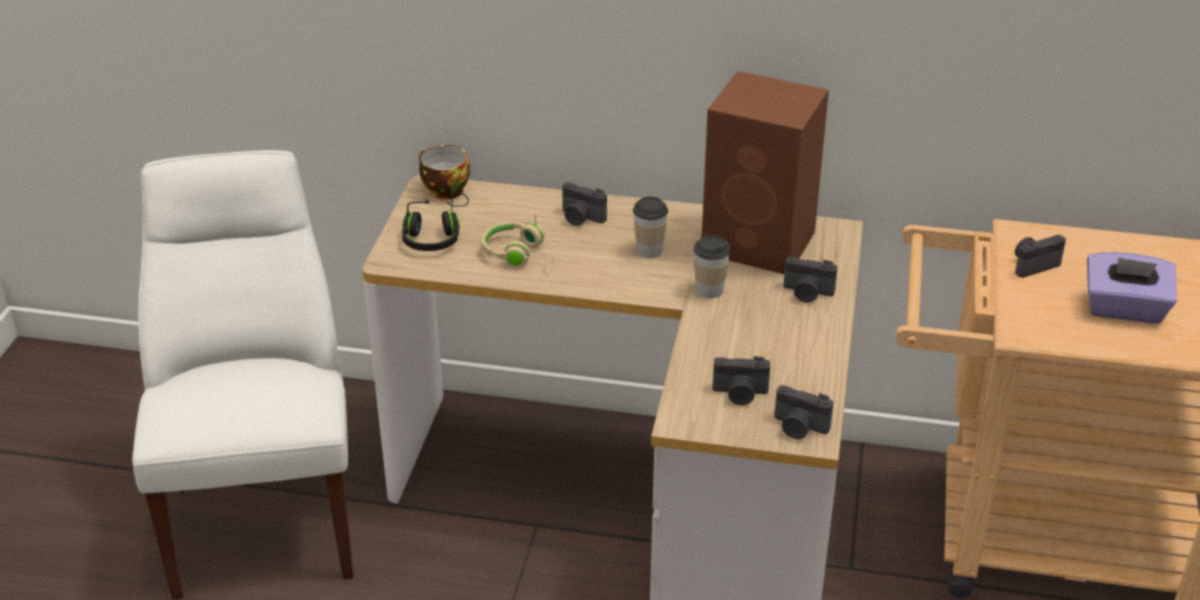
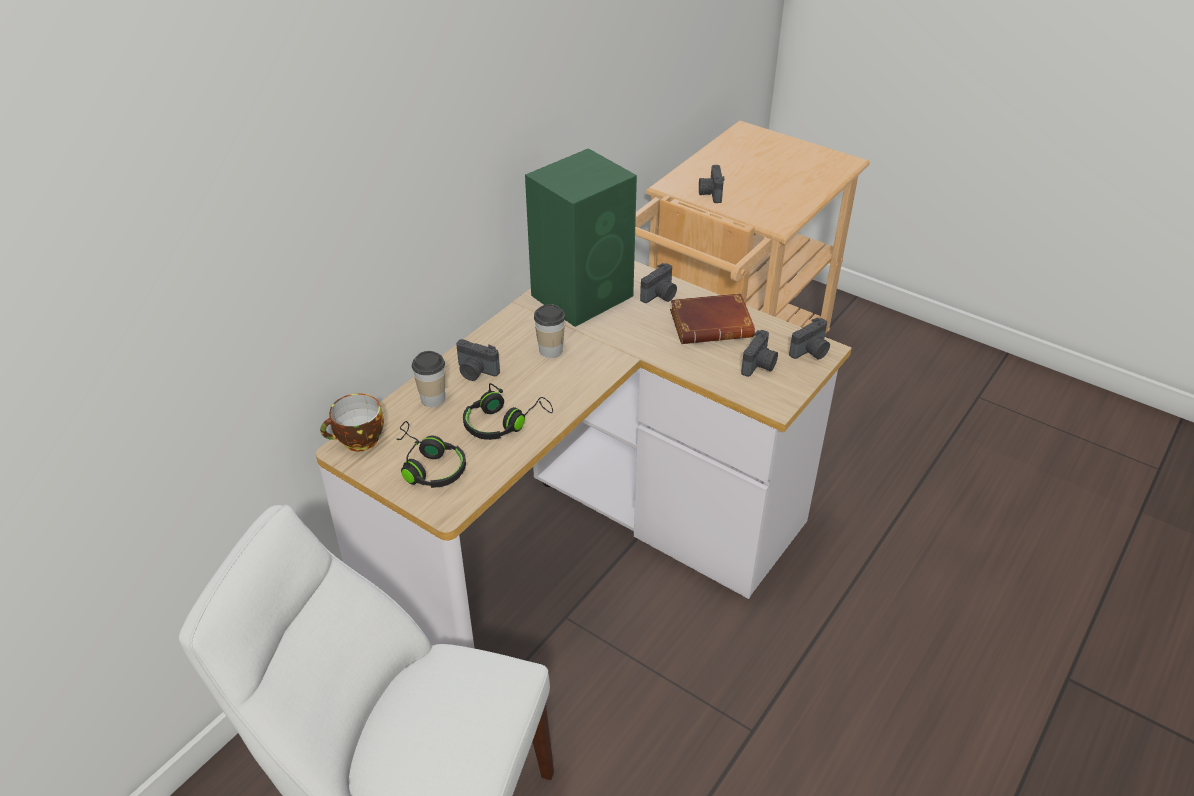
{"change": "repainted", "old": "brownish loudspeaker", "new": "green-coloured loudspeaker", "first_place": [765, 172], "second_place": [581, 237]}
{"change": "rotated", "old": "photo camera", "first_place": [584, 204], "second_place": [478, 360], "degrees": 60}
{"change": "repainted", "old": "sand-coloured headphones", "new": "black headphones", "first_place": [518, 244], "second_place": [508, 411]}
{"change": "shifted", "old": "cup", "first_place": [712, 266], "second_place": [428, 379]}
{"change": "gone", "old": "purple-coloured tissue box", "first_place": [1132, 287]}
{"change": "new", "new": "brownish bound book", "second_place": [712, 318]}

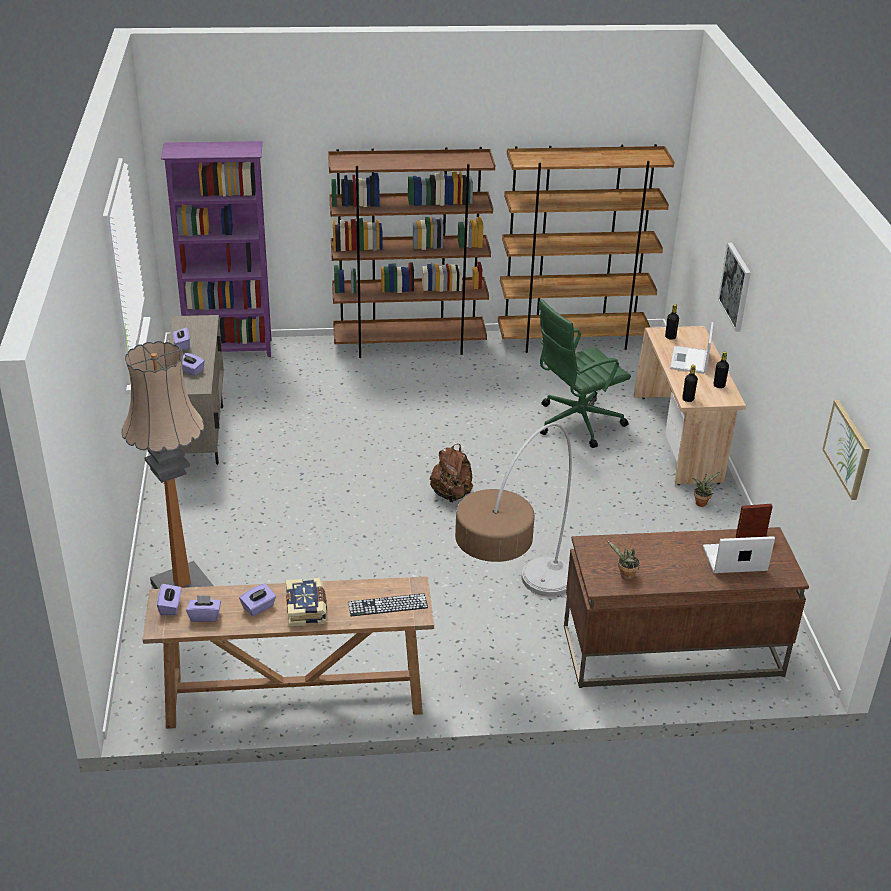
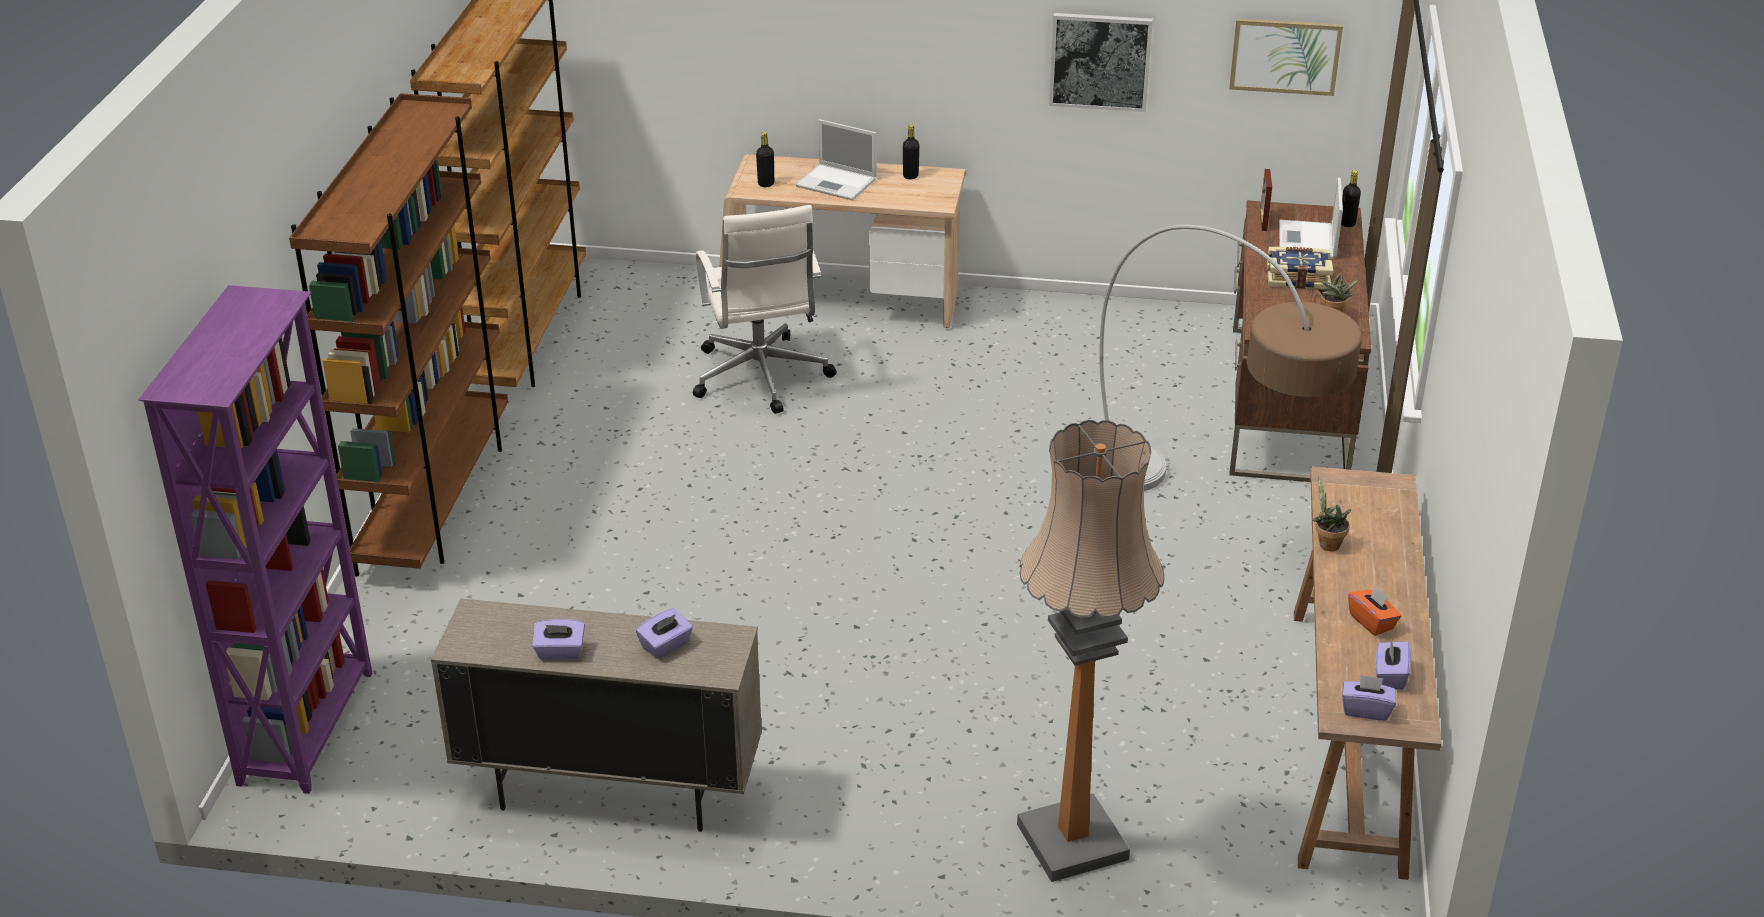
{"change": "shifted", "old": "picture", "first_place": [734, 287], "second_place": [1101, 62]}
{"change": "repainted", "old": "green-coloured office chair", "new": "white-coloured office chair", "first_place": [584, 373], "second_place": [765, 309]}
{"change": "shifted", "old": "black bottle", "first_place": [690, 383], "second_place": [1351, 198]}
{"change": "gone", "old": "brownish rucksack", "first_place": [451, 473]}
{"change": "shifted", "old": "plant in a pot", "first_place": [706, 489], "second_place": [1331, 513]}
{"change": "shifted", "old": "bound book", "first_place": [306, 602], "second_place": [1299, 268]}
{"change": "repainted", "old": "purple-coloured tissue box", "new": "orange-coloured tissue box", "first_place": [257, 600], "second_place": [1374, 610]}
{"change": "gone", "old": "PC keyboard", "first_place": [388, 604]}

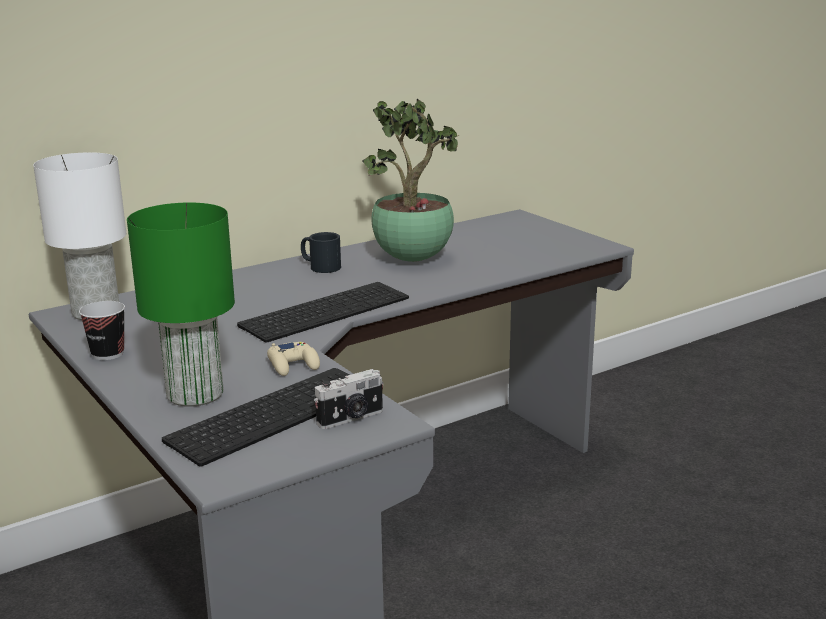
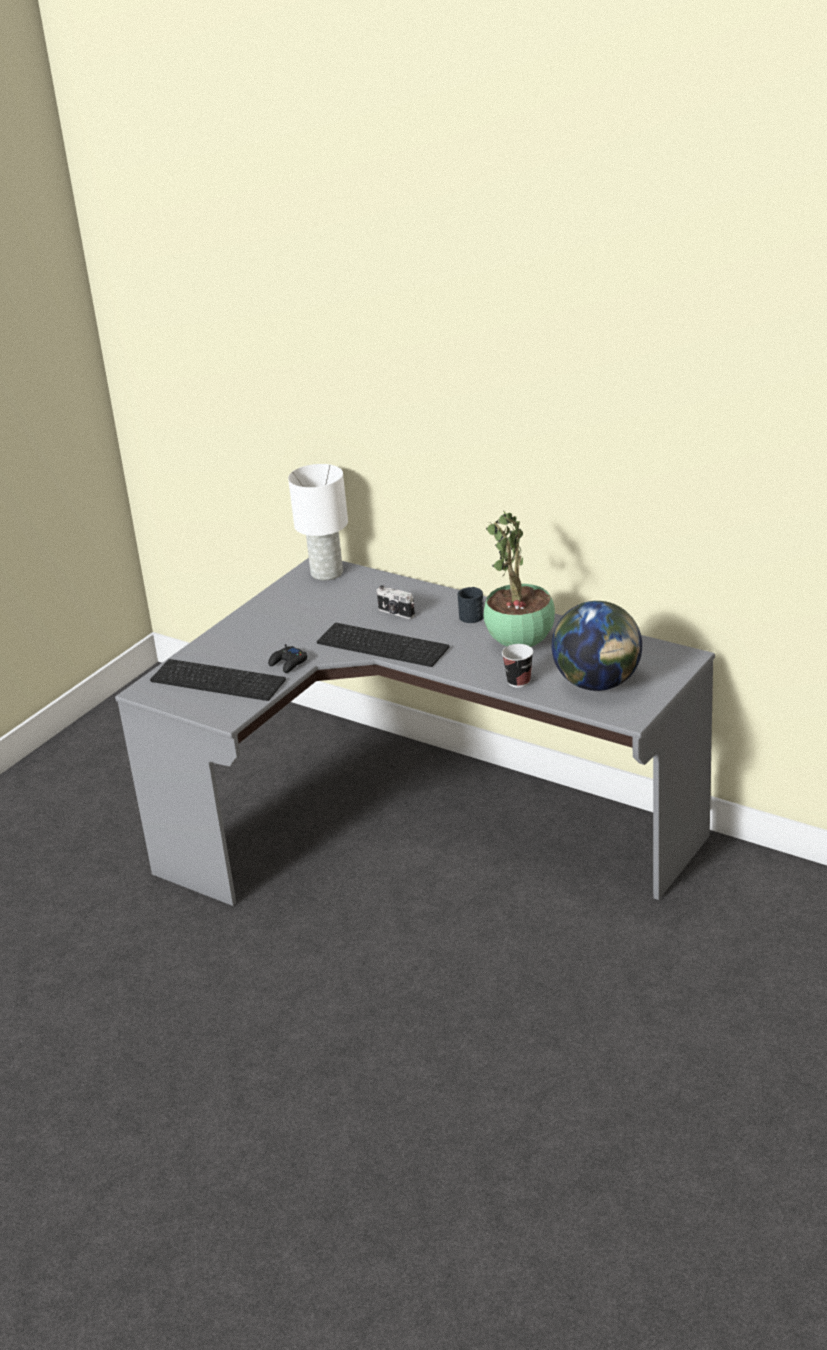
{"change": "gone", "old": "green-coloured table lamp", "first_place": [181, 304]}
{"change": "shifted", "old": "cup", "first_place": [102, 330], "second_place": [517, 666]}
{"change": "repainted", "old": "sand-coloured game controller", "new": "black game controller", "first_place": [293, 359], "second_place": [287, 658]}
{"change": "shifted", "old": "photo camera", "first_place": [348, 399], "second_place": [396, 602]}
{"change": "new", "new": "desk globe", "second_place": [597, 646]}

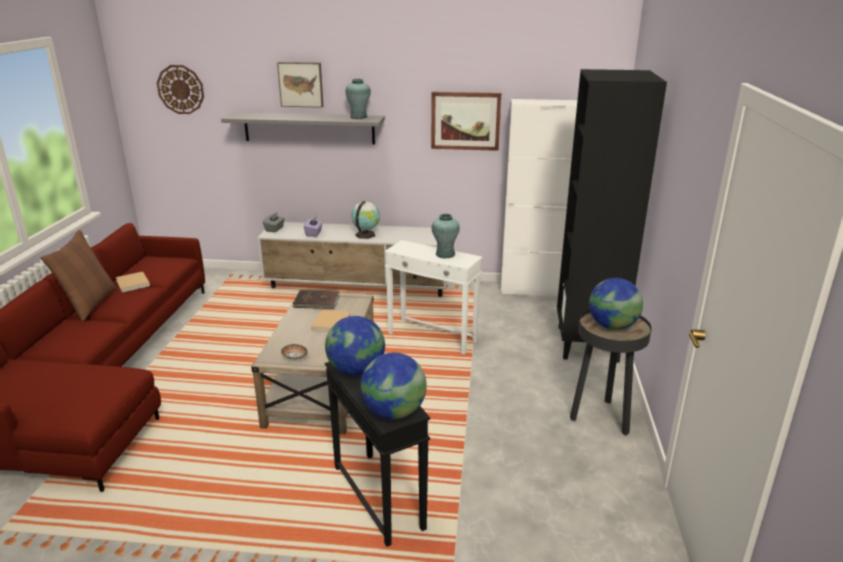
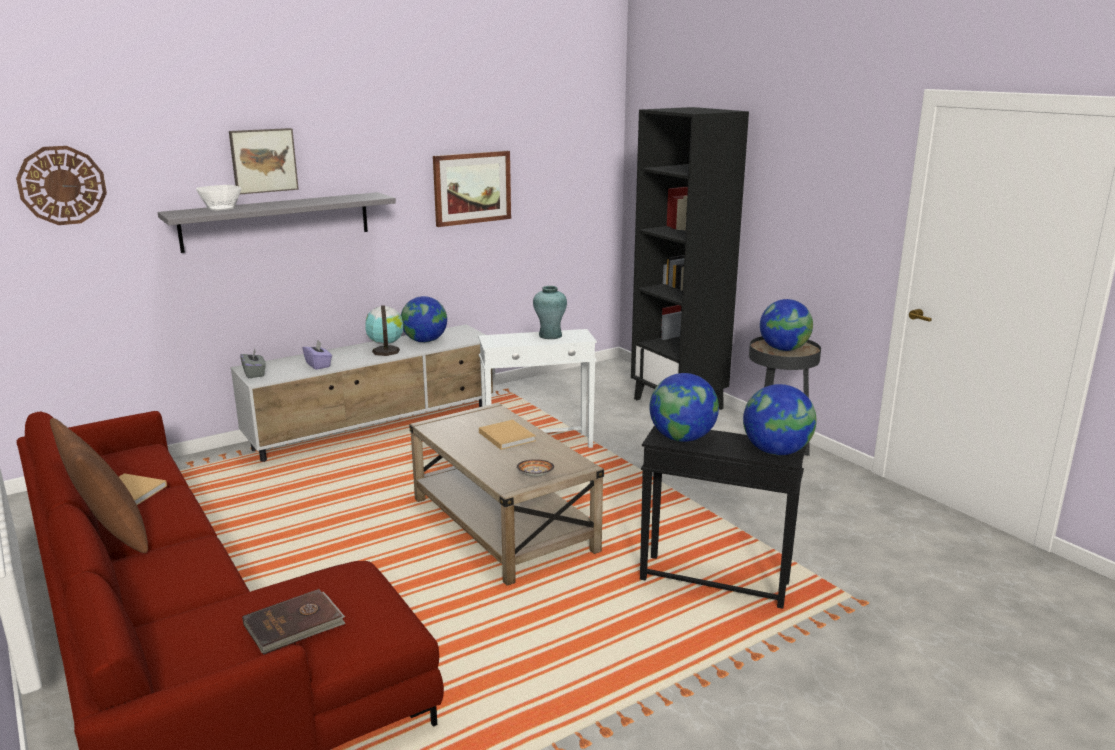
{"change": "gone", "old": "turquoise-coloured decorative vase", "first_place": [358, 99]}
{"change": "gone", "old": "white-coloured cupboard", "first_place": [539, 198]}
{"change": "shifted", "old": "brownish bound book", "first_place": [316, 299], "second_place": [294, 622]}
{"change": "new", "new": "deep dish", "second_place": [218, 198]}
{"change": "new", "new": "desk globe", "second_place": [424, 319]}

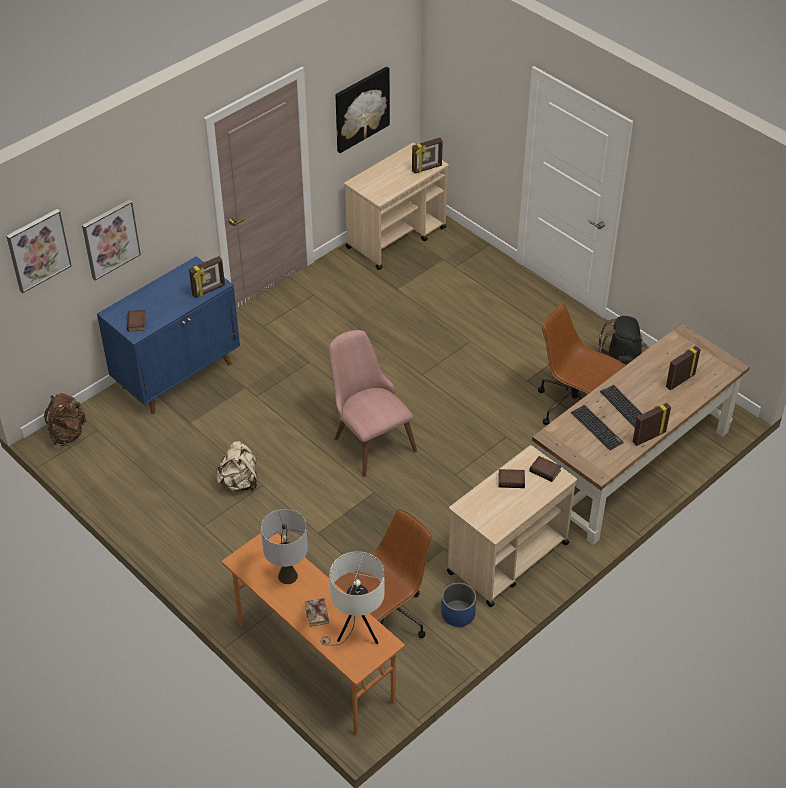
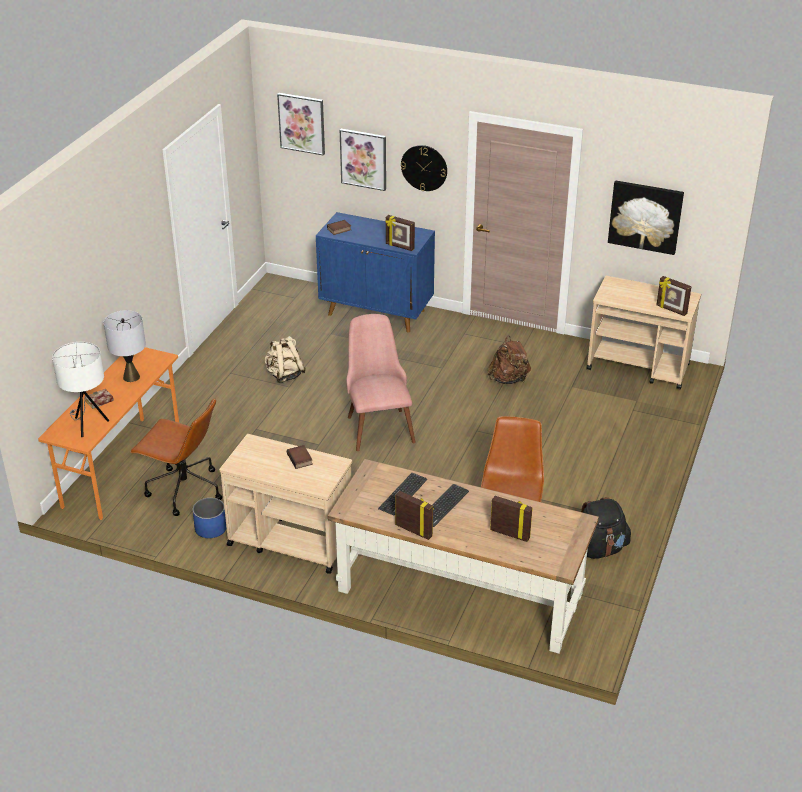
{"change": "rotated", "old": "pinkish upright chair", "first_place": [373, 403], "second_place": [381, 382], "degrees": -45}
{"change": "shifted", "old": "brownish rucksack", "first_place": [65, 419], "second_place": [509, 360]}
{"change": "gone", "old": "bound book", "first_place": [545, 469]}
{"change": "new", "new": "clock on the wall", "second_place": [424, 168]}

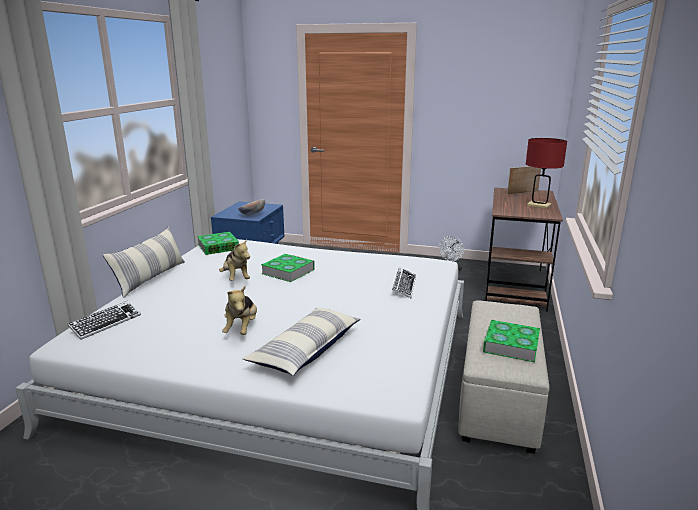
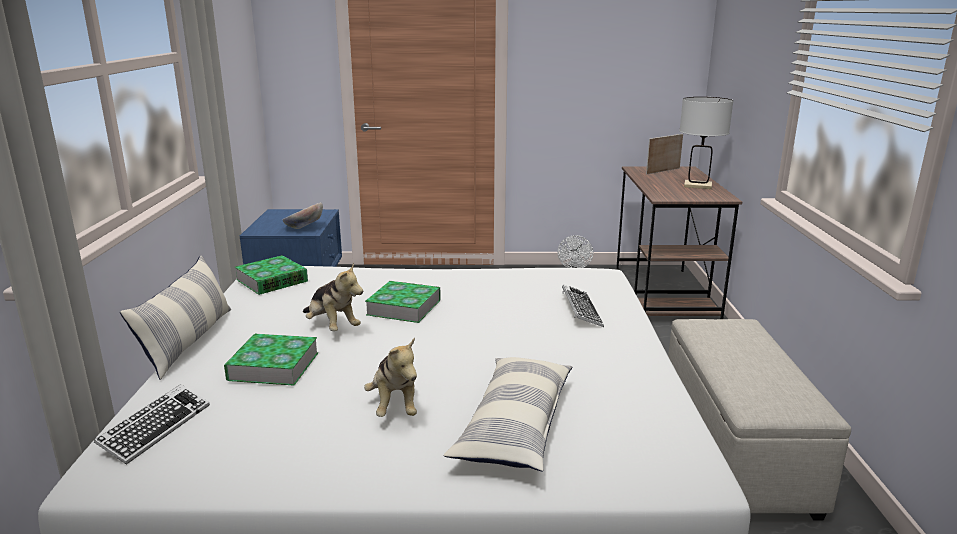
{"change": "repainted", "old": "red table lamp", "new": "white-coloured table lamp", "first_place": [546, 173], "second_place": [706, 143]}
{"change": "shifted", "old": "bound book", "first_place": [511, 341], "second_place": [271, 360]}

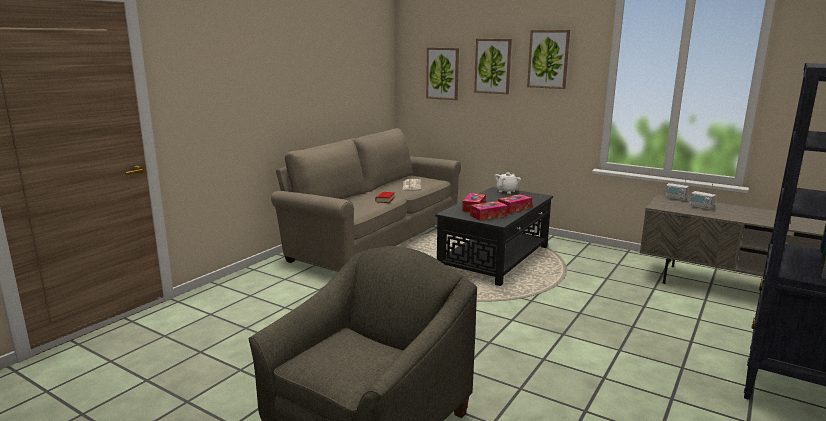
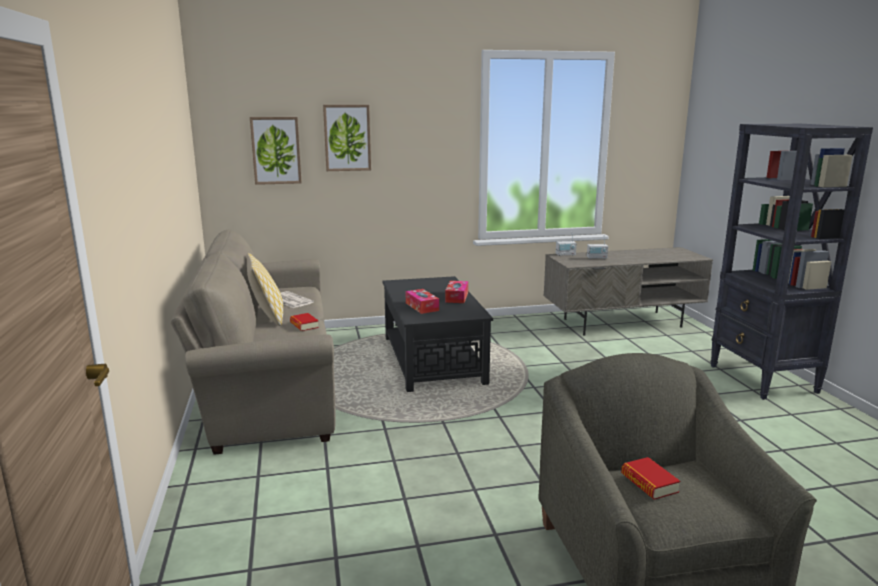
{"change": "gone", "old": "picture", "first_place": [548, 59]}
{"change": "gone", "old": "white-coloured pot for tea", "first_place": [508, 183]}
{"change": "gone", "old": "tissue box", "first_place": [489, 211]}
{"change": "new", "new": "cushion", "second_place": [265, 289]}
{"change": "new", "new": "bound book", "second_place": [650, 478]}

